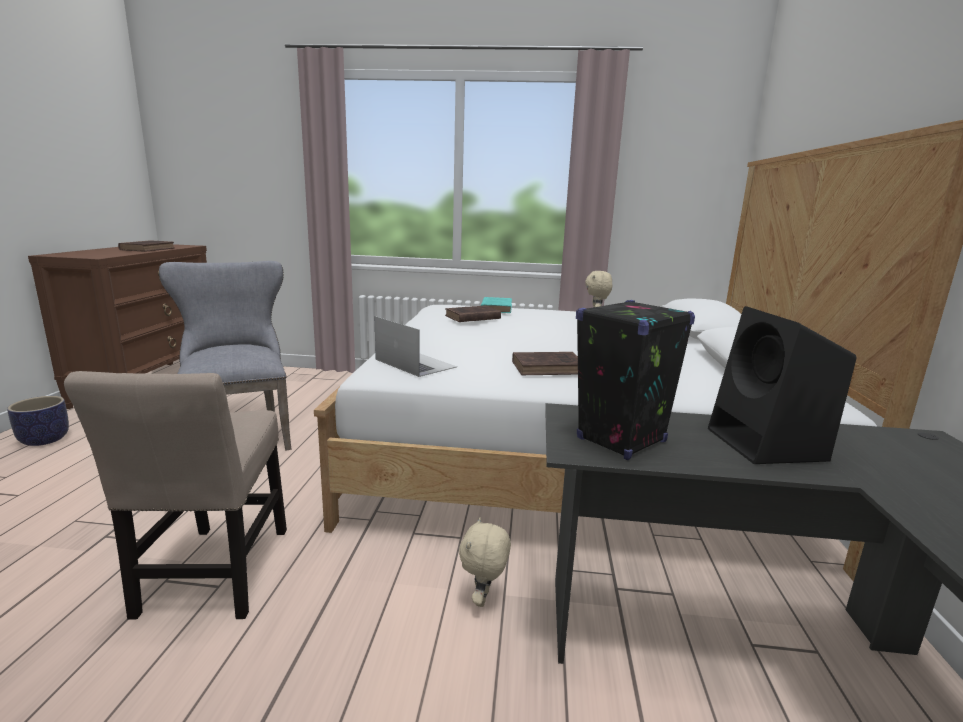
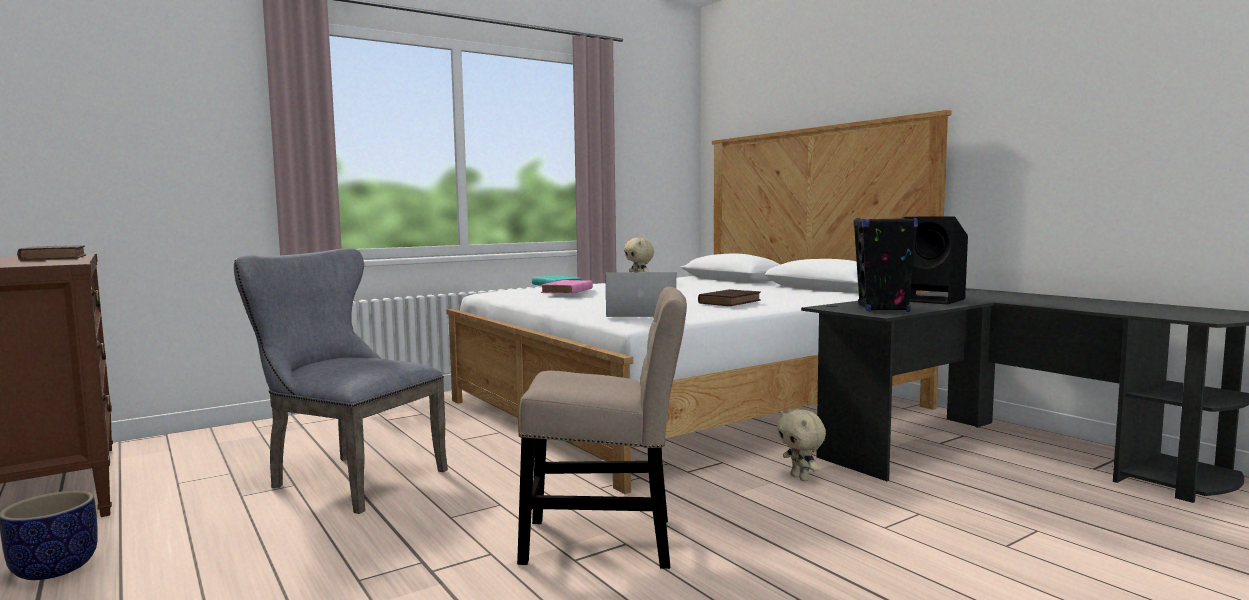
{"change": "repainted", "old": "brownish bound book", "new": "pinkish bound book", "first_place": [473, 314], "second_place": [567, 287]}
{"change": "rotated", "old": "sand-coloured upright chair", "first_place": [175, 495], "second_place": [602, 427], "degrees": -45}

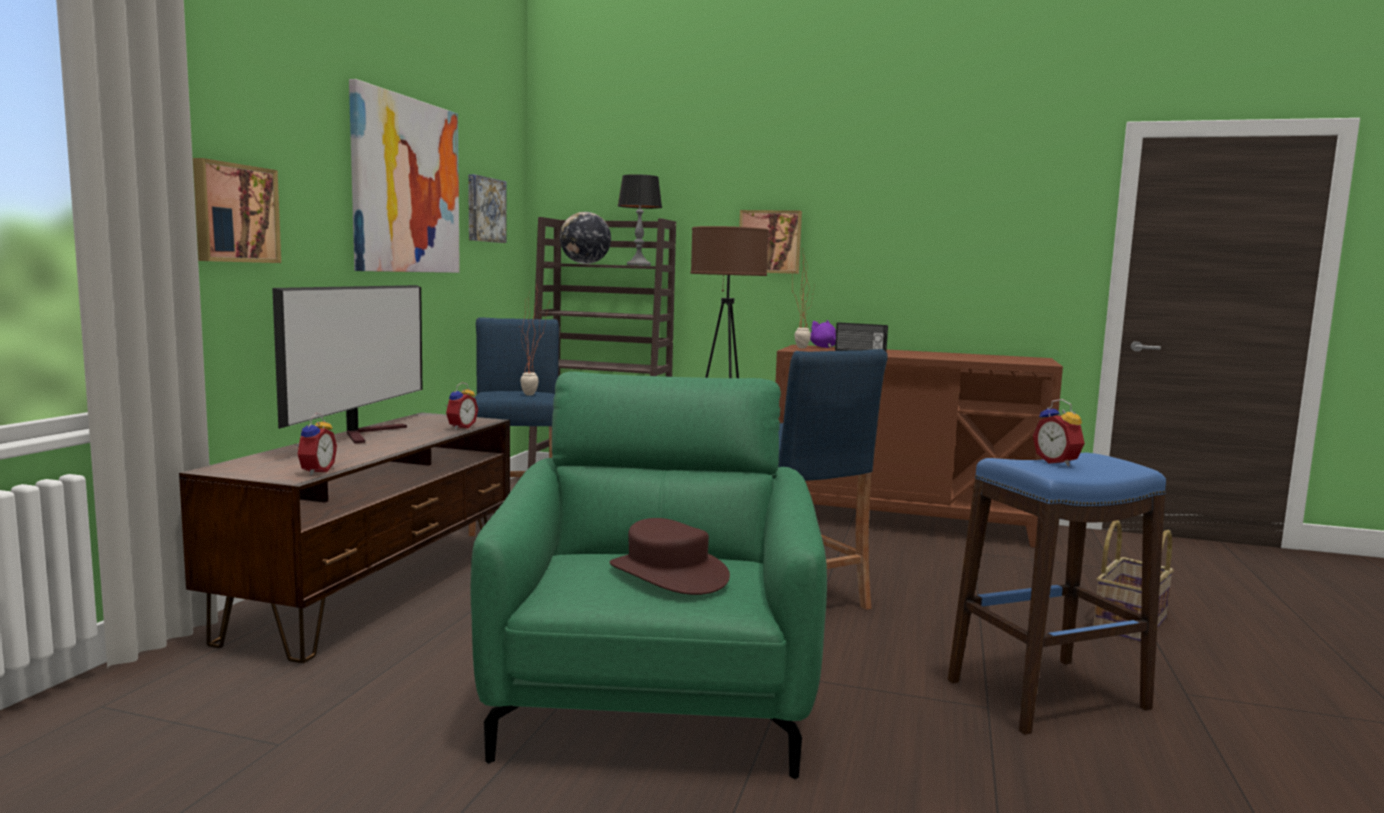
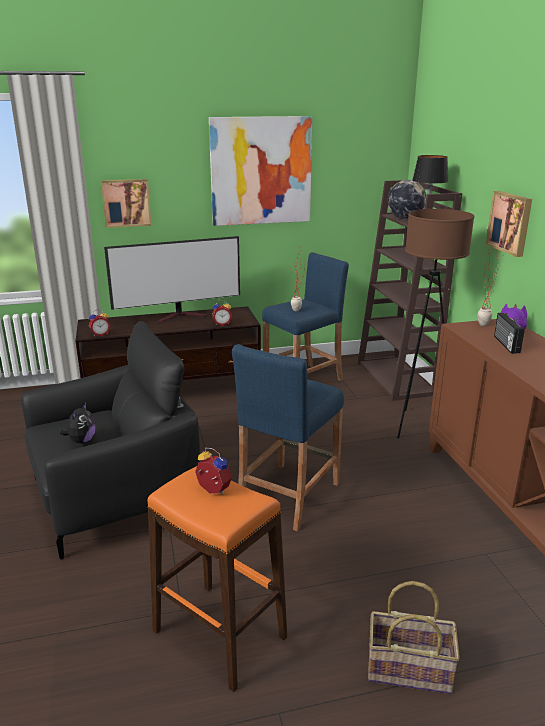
{"change": "gone", "old": "picture", "first_place": [487, 208]}
{"change": "repainted", "old": "green-coloured easy chair", "new": "black easy chair", "first_place": [649, 575], "second_place": [111, 440]}
{"change": "rotated", "old": "table clock", "first_place": [1059, 432], "second_place": [213, 471], "degrees": 90}
{"change": "repainted", "old": "blue-coloured sitting stool", "new": "orange-coloured sitting stool", "first_place": [1057, 594], "second_place": [217, 579]}
{"change": "swapped", "old": "brownish hat", "new": "soft toy", "first_place": [670, 556], "second_place": [78, 423]}

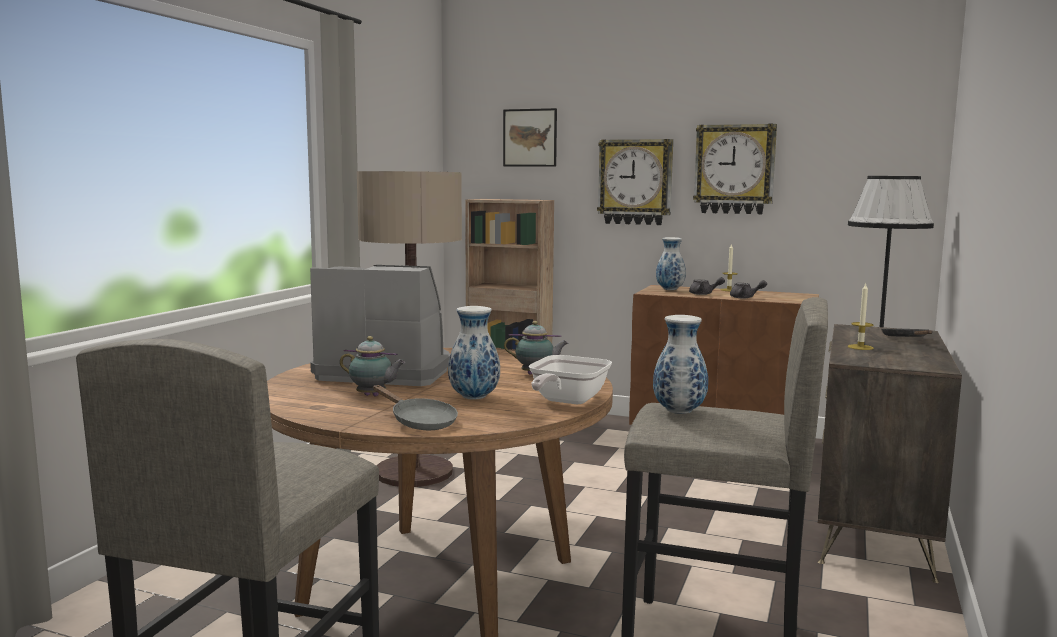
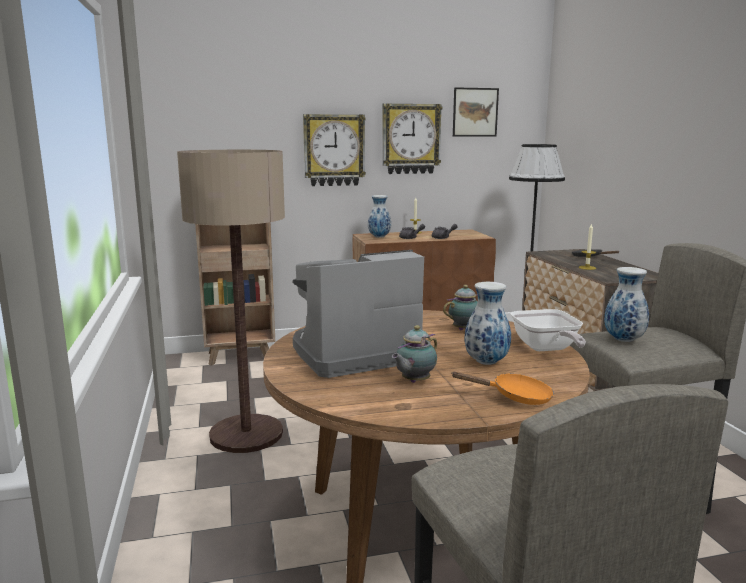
{"change": "shifted", "old": "picture", "first_place": [530, 137], "second_place": [476, 111]}
{"change": "rotated", "old": "pot for tea", "first_place": [372, 366], "second_place": [414, 354], "degrees": 150}
{"change": "repainted", "old": "greyish skillet", "new": "orange-coloured skillet", "first_place": [415, 407], "second_place": [502, 388]}

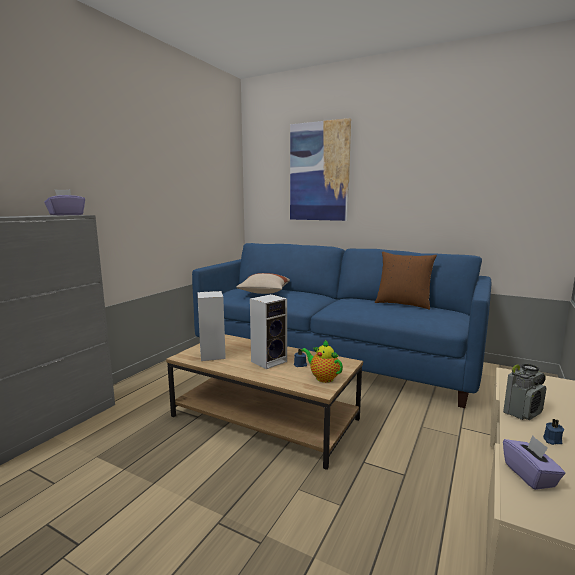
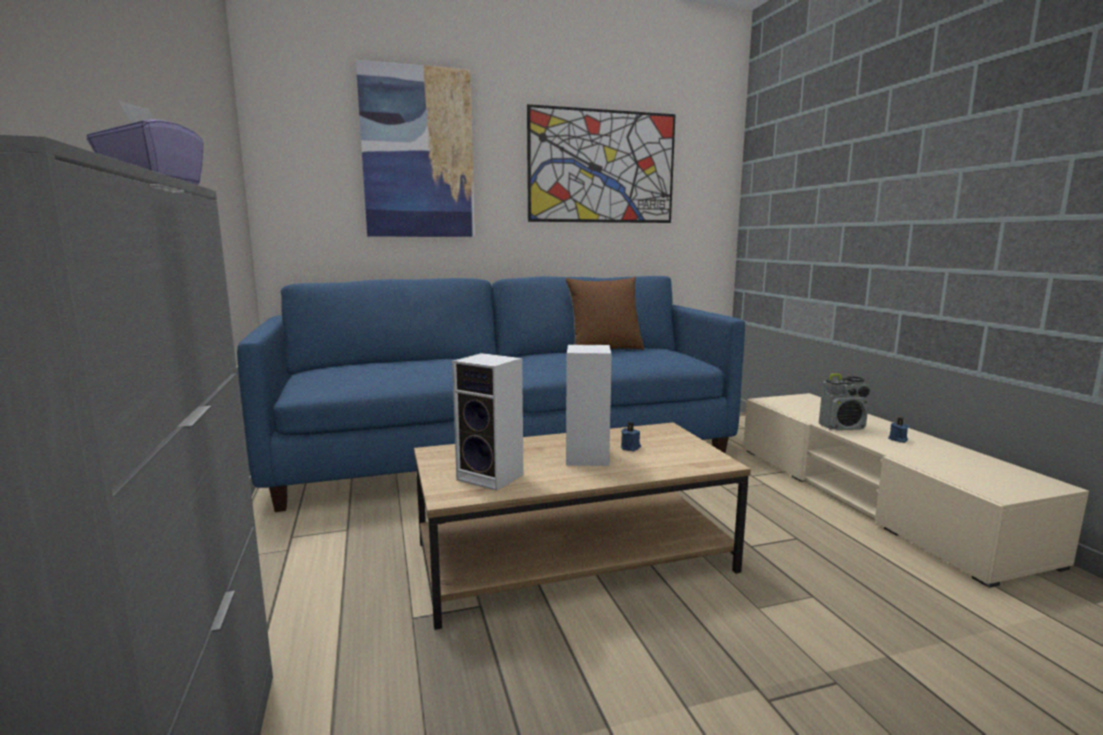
{"change": "gone", "old": "sand-coloured cushion", "first_place": [263, 283]}
{"change": "gone", "old": "pot for tea", "first_place": [322, 361]}
{"change": "rotated", "old": "radio receiver", "first_place": [525, 392], "second_place": [844, 401], "degrees": 75}
{"change": "gone", "old": "purple-coloured tissue box", "first_place": [534, 462]}
{"change": "new", "new": "picture", "second_place": [601, 163]}

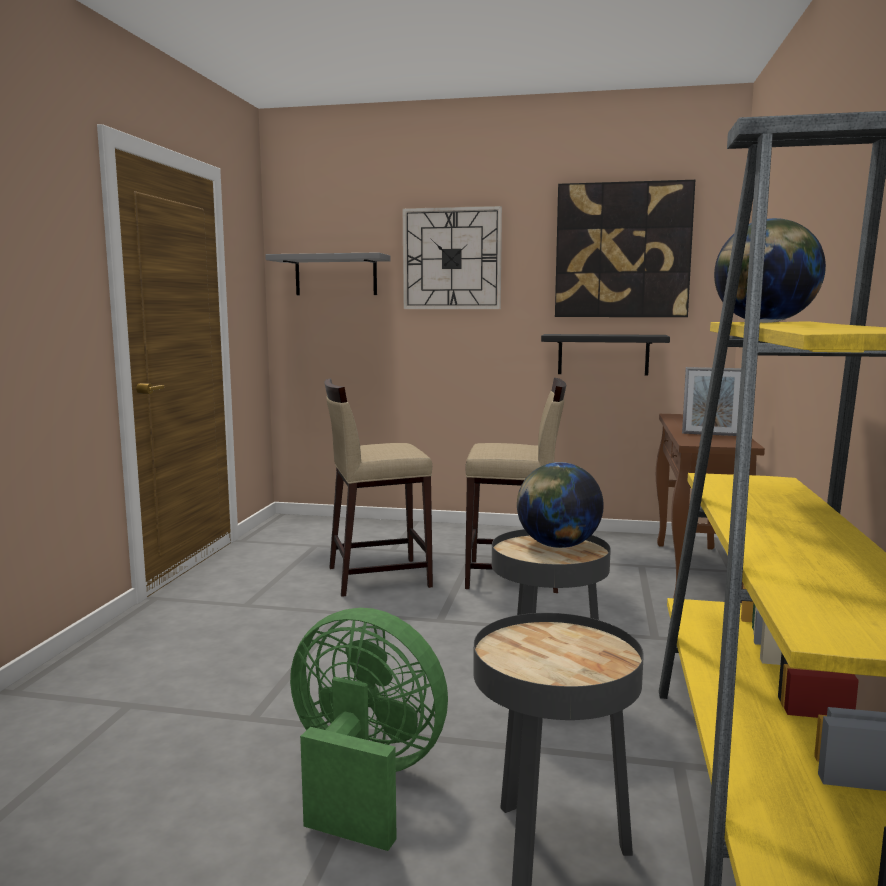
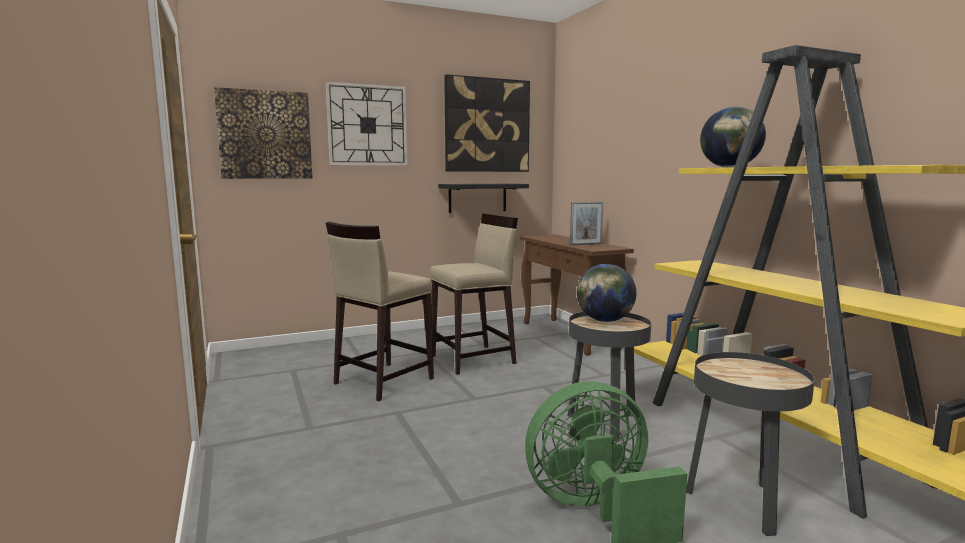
{"change": "swapped", "old": "greyish shelf", "new": "picture", "first_place": [328, 273], "second_place": [263, 133]}

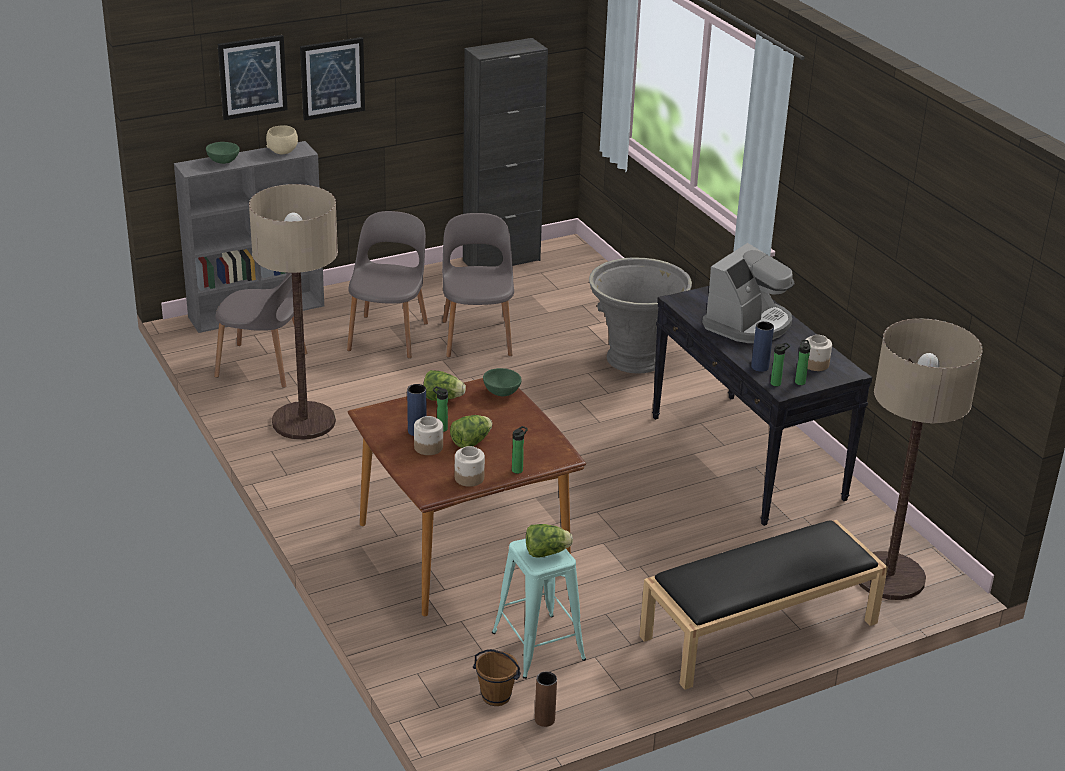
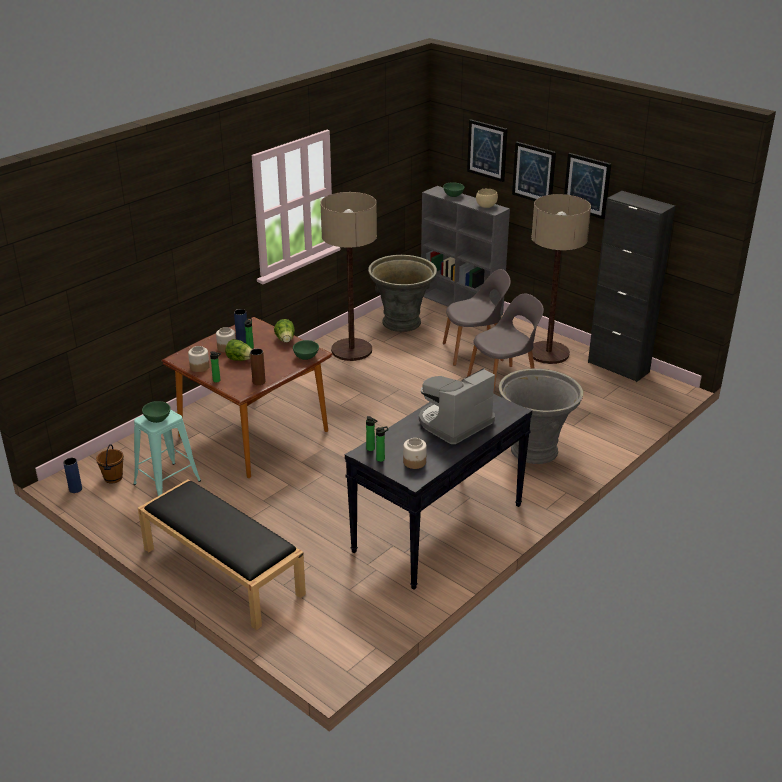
{"change": "rotated", "old": "coffee maker", "first_place": [748, 293], "second_place": [457, 406], "degrees": 120}
{"change": "swapped", "old": "greyish upright chair", "new": "greyish planter", "first_place": [261, 330], "second_place": [402, 293]}
{"change": "shifted", "old": "floor lamp", "first_place": [921, 459], "second_place": [561, 279]}
{"change": "shifted", "old": "blue-coloured decorative vase", "first_place": [762, 346], "second_place": [72, 475]}
{"change": "swapped", "old": "head of lettuce", "new": "green-coloured deep dish", "first_place": [549, 541], "second_place": [156, 412]}
{"change": "shifted", "old": "brownish decorative vase", "first_place": [546, 699], "second_place": [257, 366]}
{"change": "new", "new": "picture", "second_place": [587, 186]}

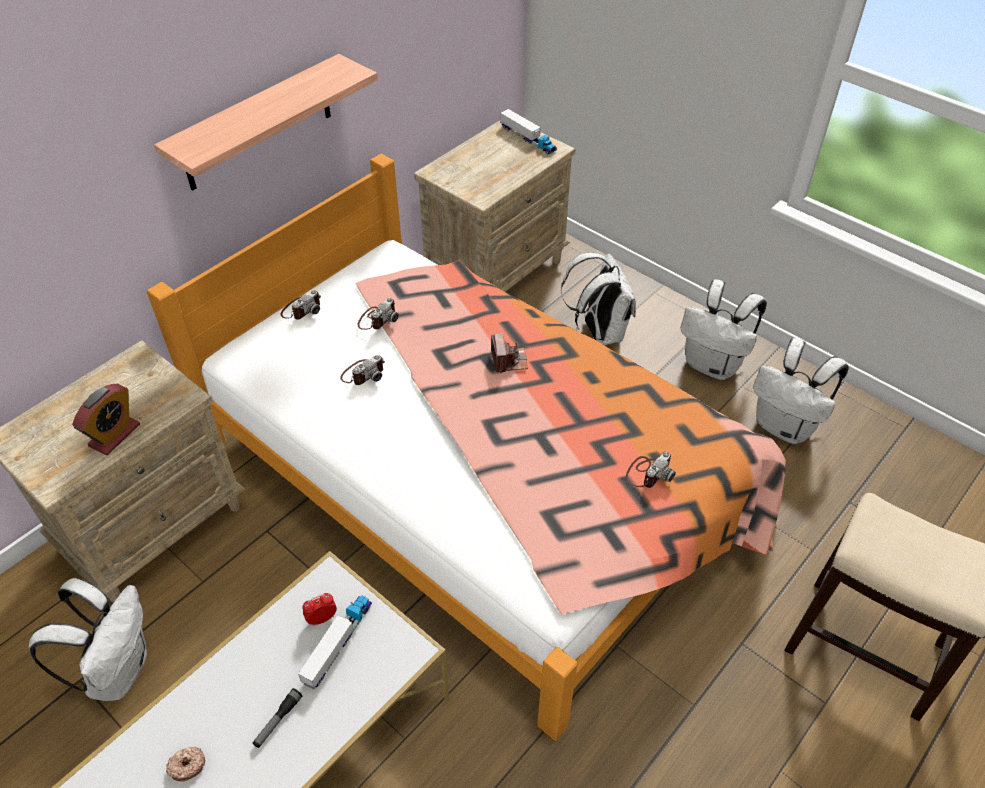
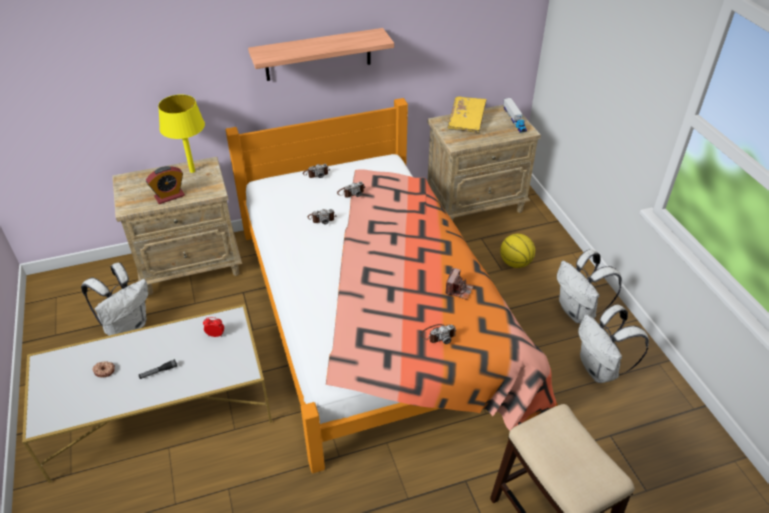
{"change": "swapped", "old": "white-coloured rucksack", "new": "basketball ball", "first_place": [598, 298], "second_place": [517, 251]}
{"change": "shifted", "old": "photo camera", "first_place": [509, 353], "second_place": [459, 284]}
{"change": "gone", "old": "model truck", "first_place": [335, 642]}
{"change": "new", "new": "yellow-coloured table lamp", "second_place": [181, 134]}
{"change": "new", "new": "yellow-coloured bound book", "second_place": [467, 114]}

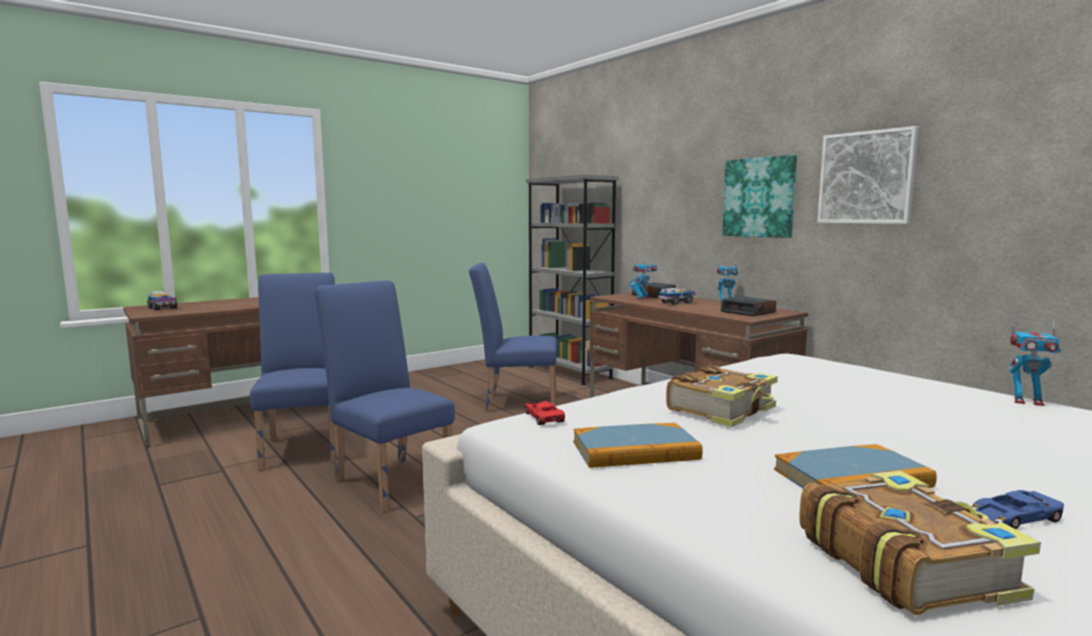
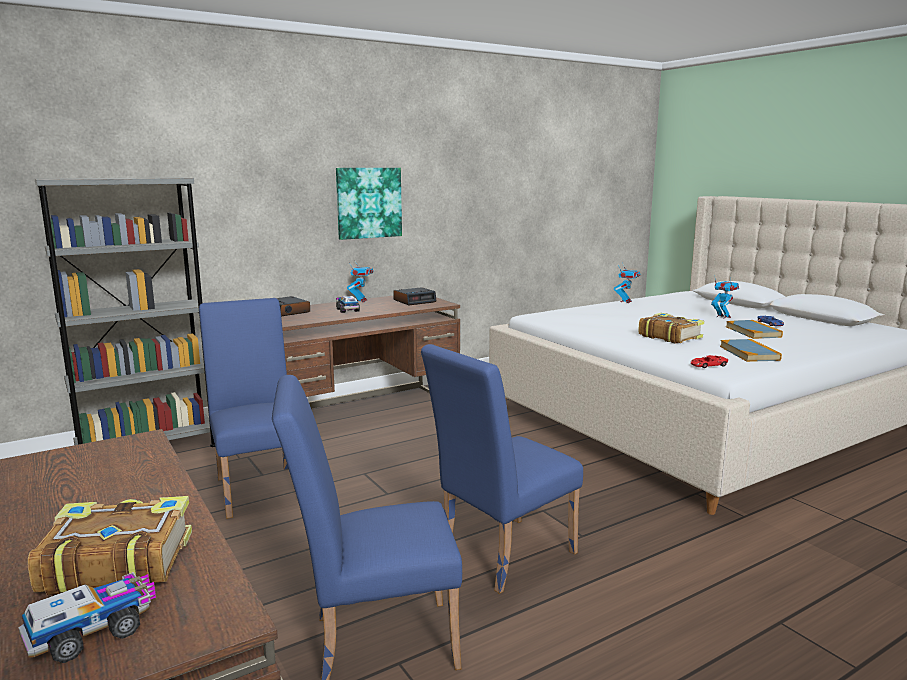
{"change": "gone", "old": "picture", "first_place": [868, 175]}
{"change": "shifted", "old": "model robot", "first_place": [643, 278], "second_place": [725, 297]}
{"change": "rotated", "old": "blue-coloured upright chair", "first_place": [513, 337], "second_place": [243, 408], "degrees": 150}
{"change": "shifted", "old": "bound book", "first_place": [920, 543], "second_place": [110, 545]}

